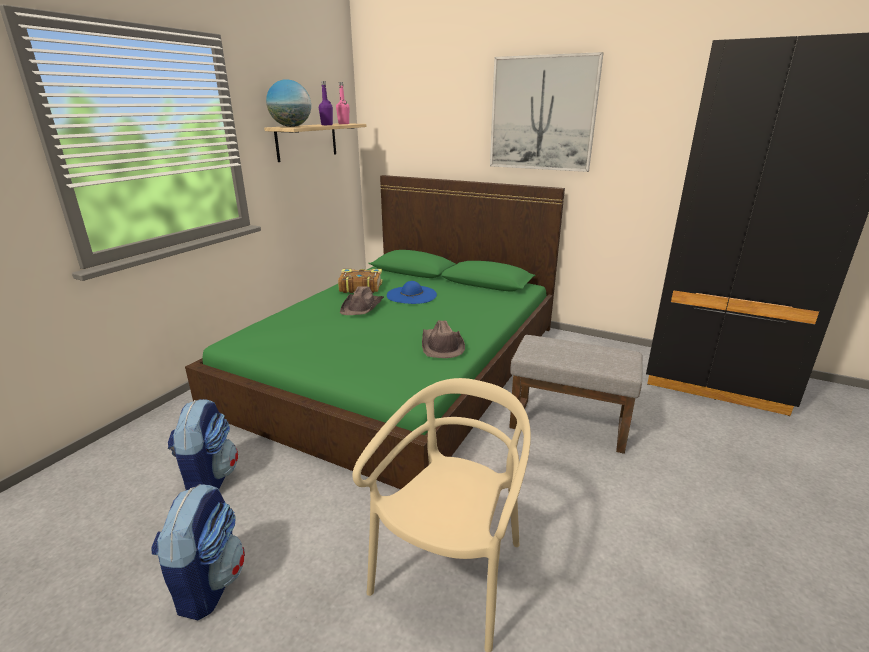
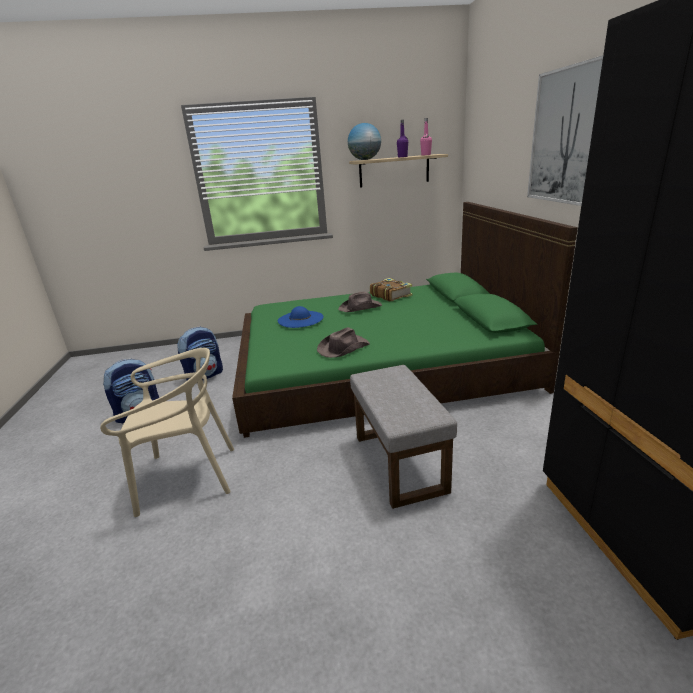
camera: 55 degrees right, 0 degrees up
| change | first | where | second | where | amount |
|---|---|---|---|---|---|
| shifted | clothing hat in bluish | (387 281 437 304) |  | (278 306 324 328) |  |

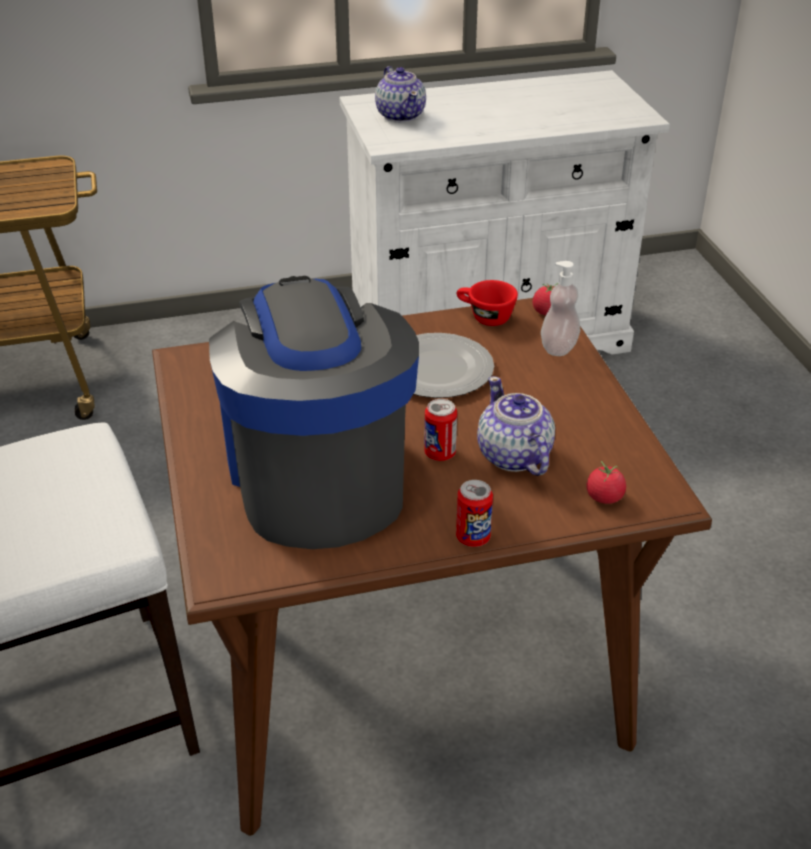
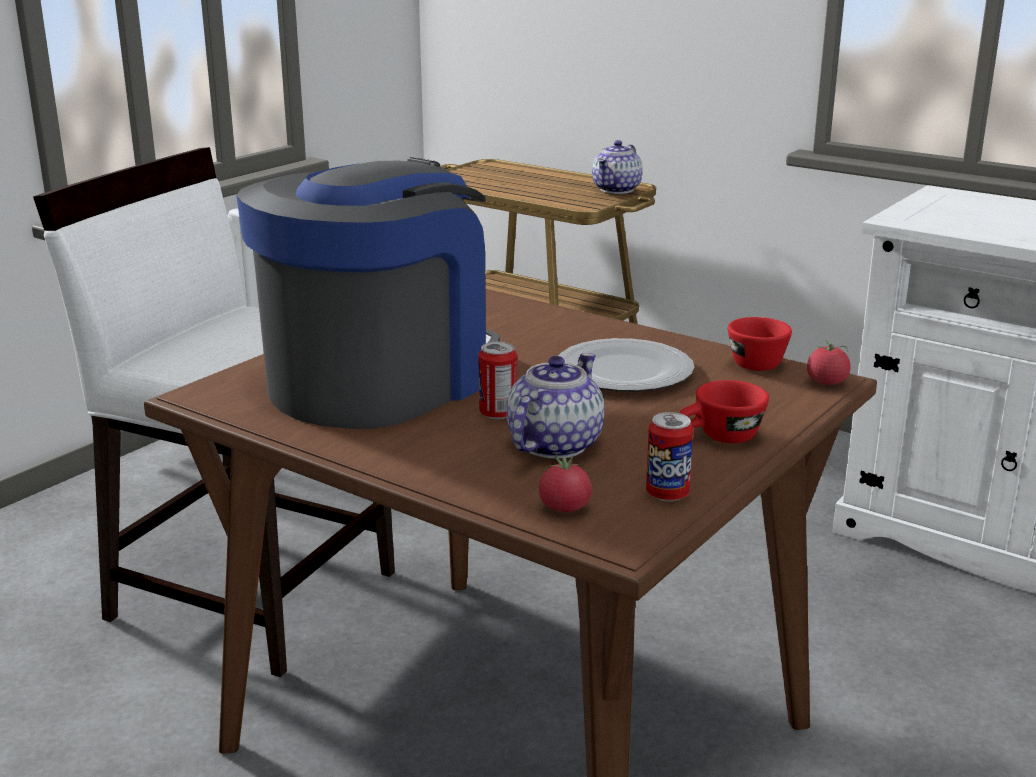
camera: 50 degrees right, 15 degrees down
| change | first | where | second | where | amount |
|---|---|---|---|---|---|
| shifted | teapot | (375 66 426 122) |  | (592 140 643 194) |  |
| shifted | metal can | (456 480 493 547) |  | (646 412 694 502) |  |
| new |  |  | cup in red-coloured | (679 380 769 443) |  |
| gone | liquid soap bottle | (541 261 580 356) |  |  |  |

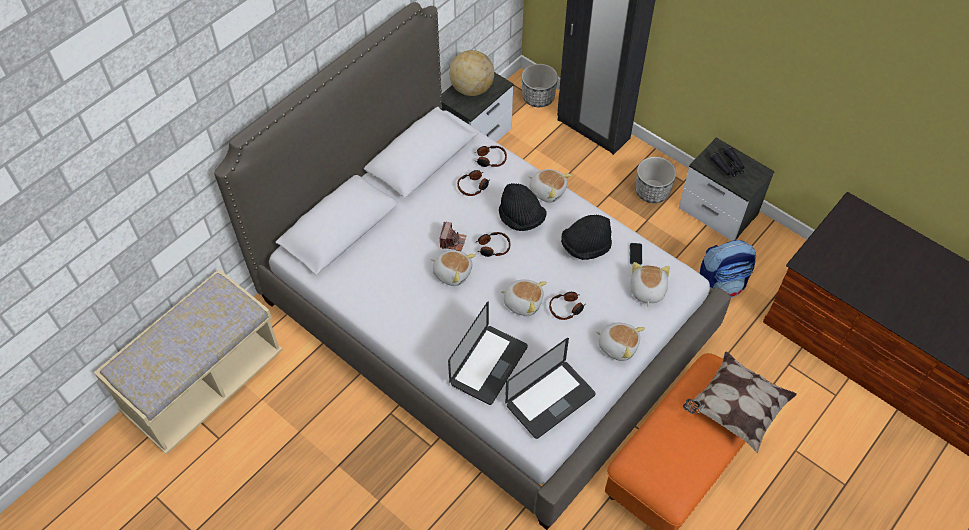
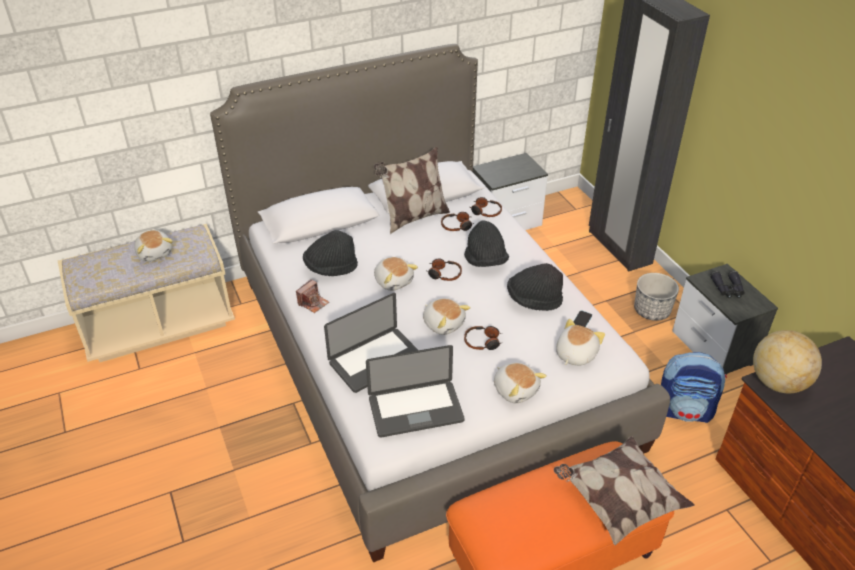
camera: 25 degrees right, 15 degrees down
| change | first | where | second | where | amount |
|---|---|---|---|---|---|
| shifted | cuddly toy | (528 169 572 203) |  | (134 230 173 262) |  |
| shifted | photo camera | (440 222 467 251) |  | (296 279 329 313) |  |
| new |  |  | clothing hat in black-coloured | (303 230 358 276) |  |
| new |  |  | pillow | (374 147 450 234) |  |
| shifted | desk globe | (449 50 494 96) |  | (753 330 822 393) |  |
| gone | planter | (522 64 558 107) |  |  |  |

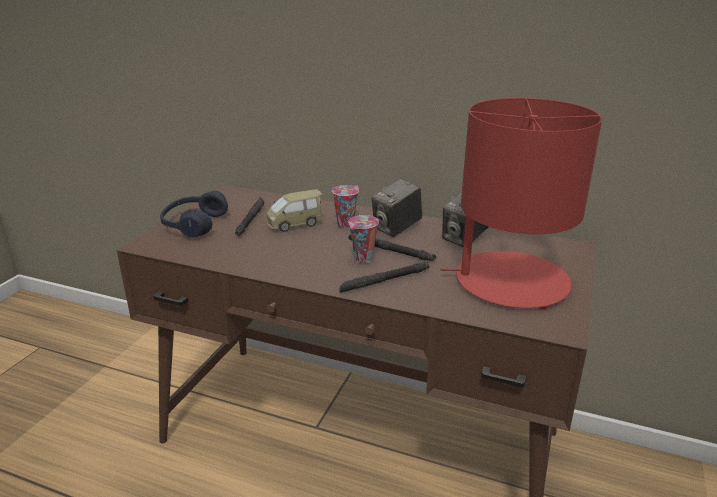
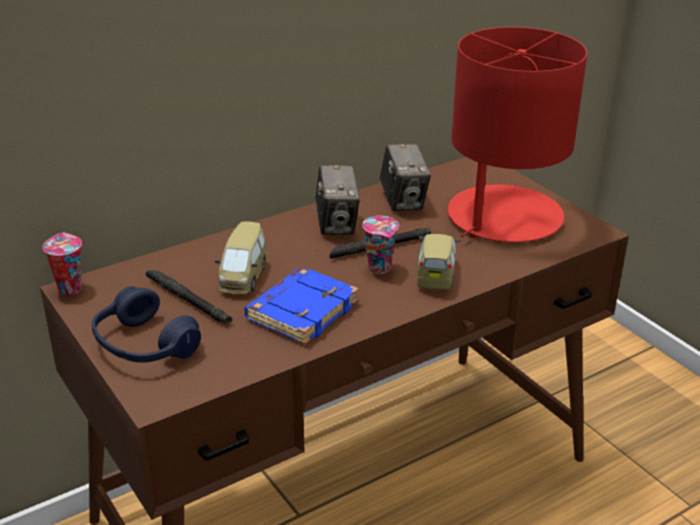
camera: 55 degrees left, 5 degrees up
| change | first | where | second | where | amount |
|---|---|---|---|---|---|
| shifted | cup | (332 185 359 228) |  | (43 233 82 295) |  |
| new |  |  | volume in bluish | (244 267 359 345) |  |
| swapped | flashlight in black-coloured | (339 262 429 293) | toy car | (417 234 460 289) |  |

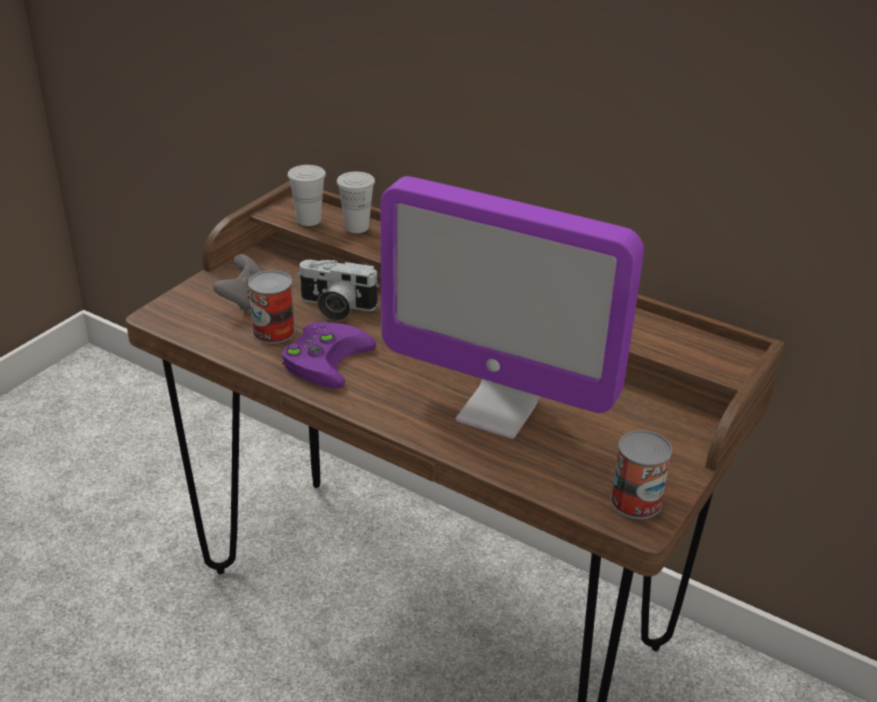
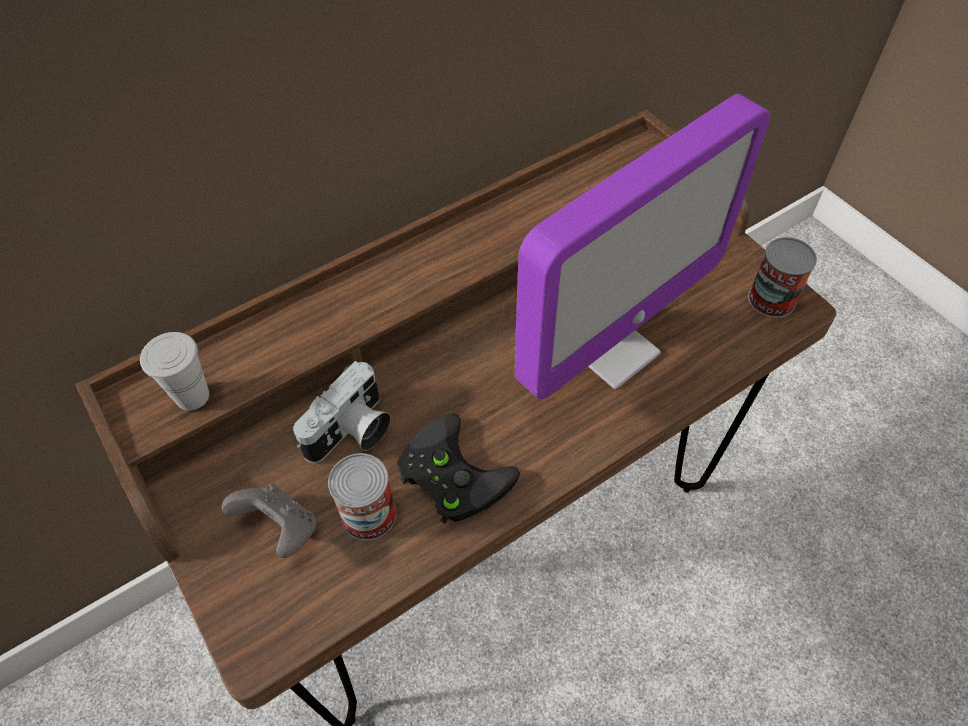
camera: 65 degrees left, 20 degrees up
| change | first | where | second | where | amount |
|---|---|---|---|---|---|
| repainted | joypad in purple-coloured | (282 322 376 389) | joypad in black-coloured | (397 413 520 524) |  |
| gone | cup in white-coloured | (337 172 375 233) |  |  |  |

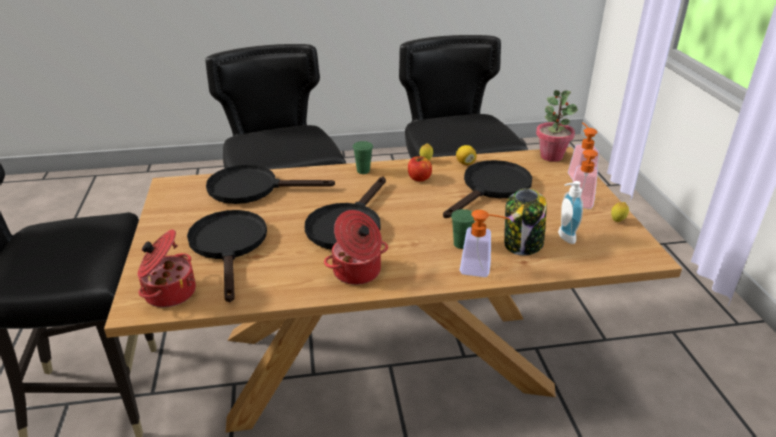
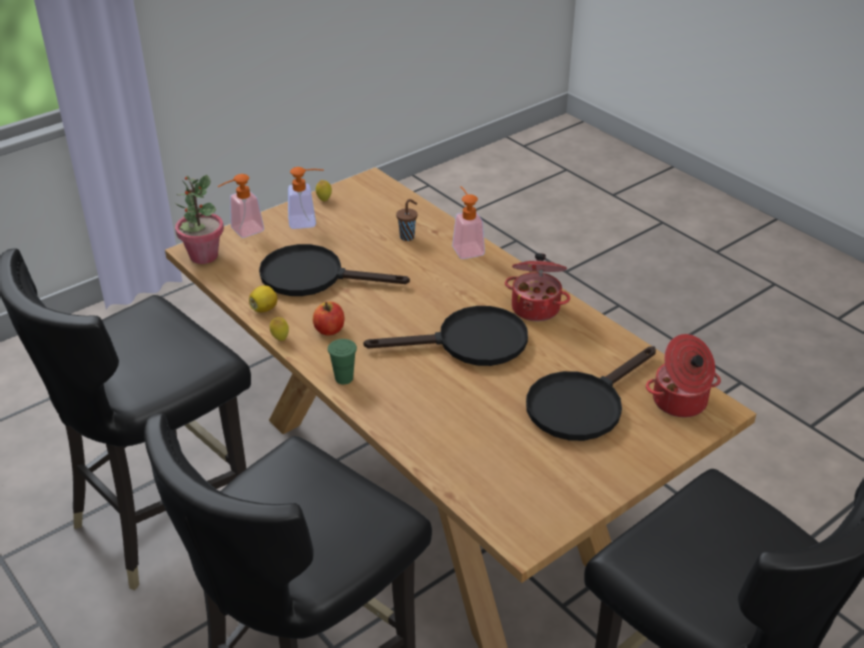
camera: 120 degrees left, 5 degrees up
| change | first | where | second | where | amount |
|---|---|---|---|---|---|
| swapped | storage jar | (504 188 547 256) | cup in brownish | (396 199 417 241) |  |
| gone | pan in black-coloured | (206 165 335 204) |  |  |  |
| gone | cup in greenish | (451 209 475 249) |  |  |  |
| gone | liquid soap bottle | (558 181 583 244) |  |  |  |

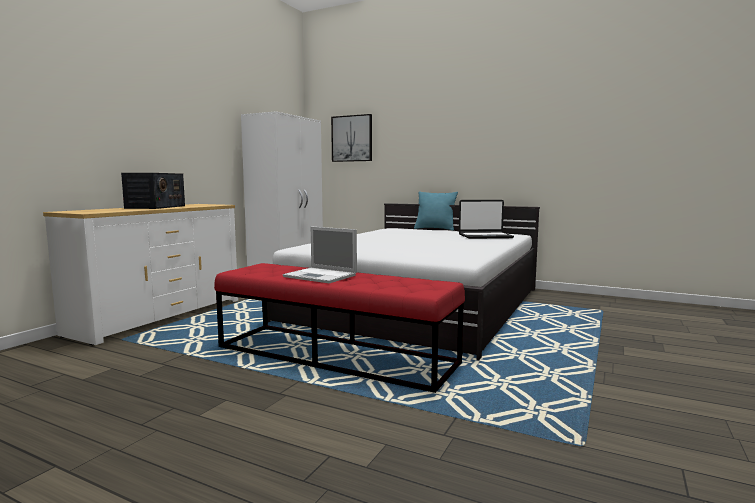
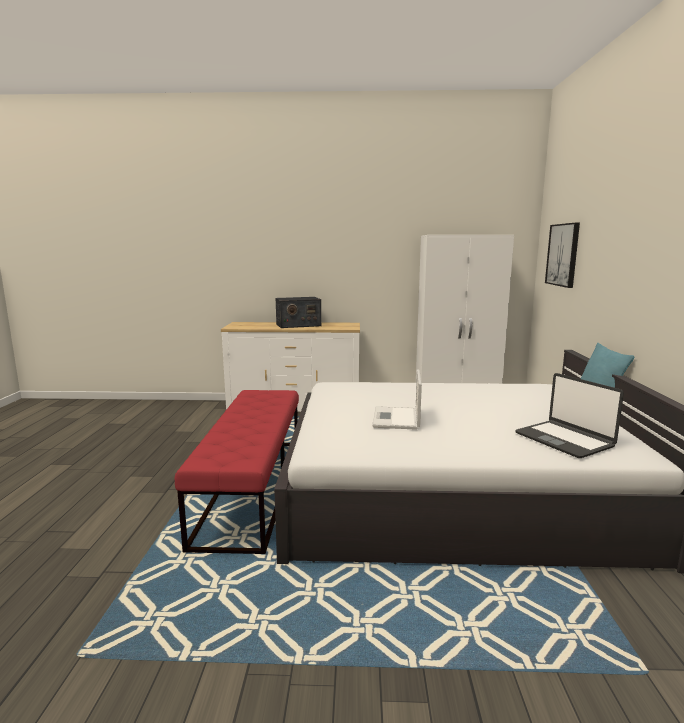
camera: 65 degrees right, 5 degrees up
| change | first | where | second | where | amount |
|---|---|---|---|---|---|
| shifted | portable computer | (283 227 357 283) |  | (372 369 422 430) |  |

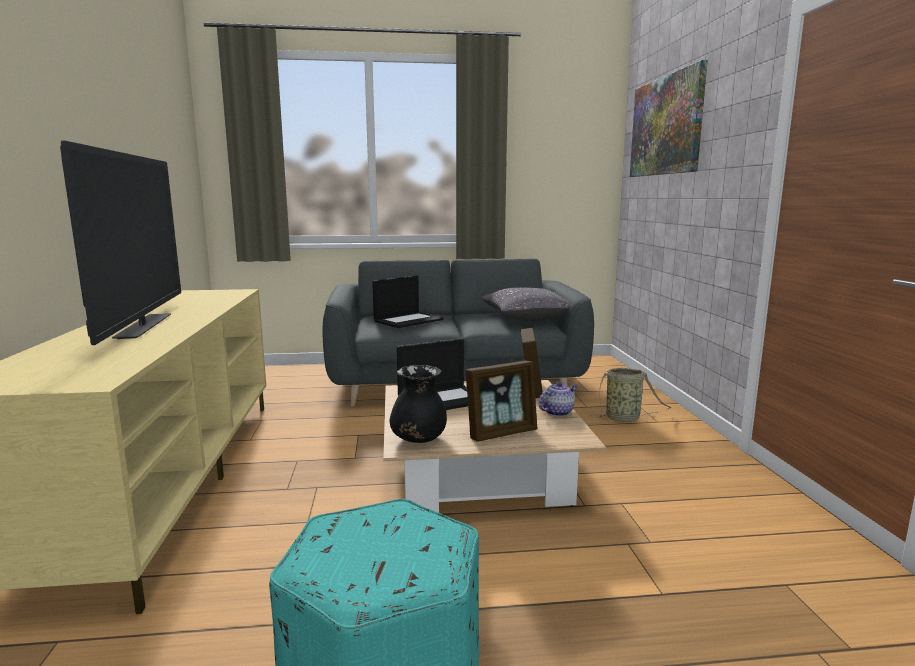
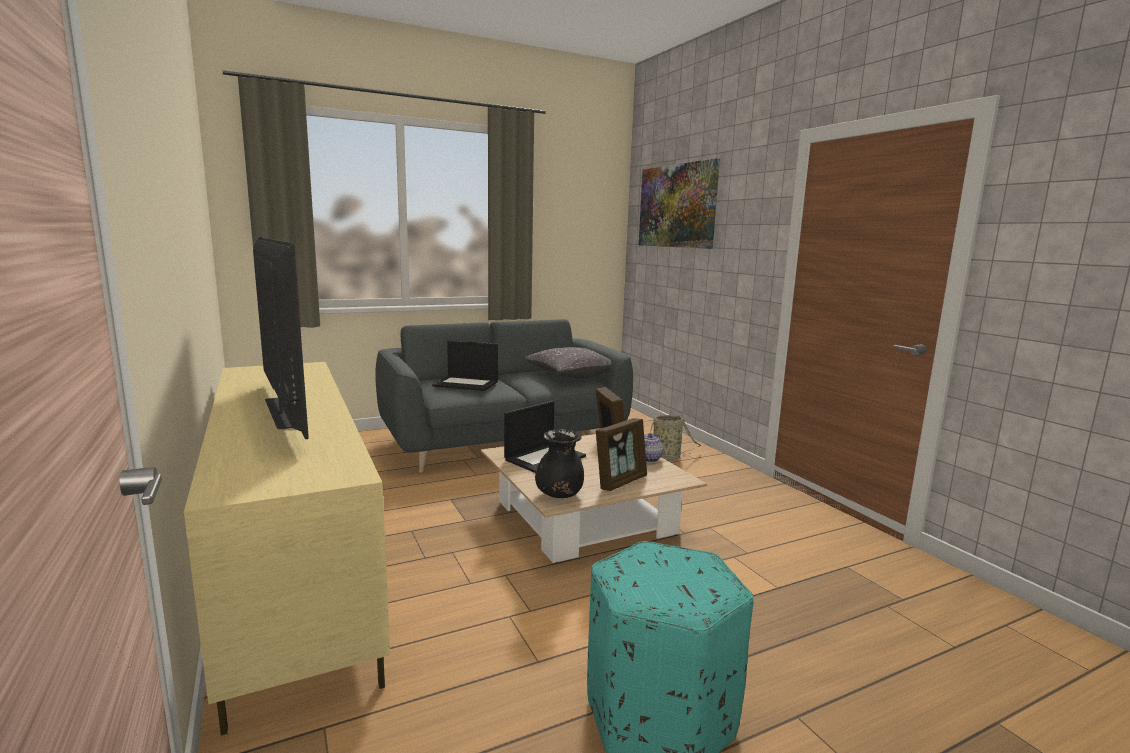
camera: 20 degrees left, 0 degrees up
| change | first | where | second | where | amount |
|---|---|---|---|---|---|
| rotated | portable computer | (372 276 443 328) |  | (432 340 498 391) | 75 degrees clockwise |

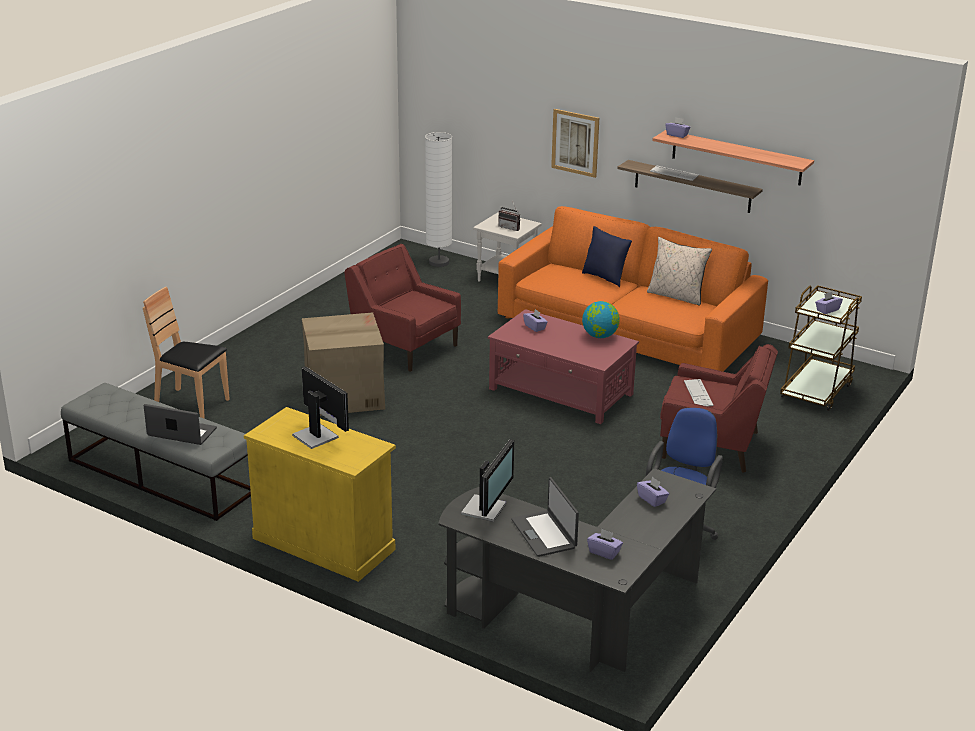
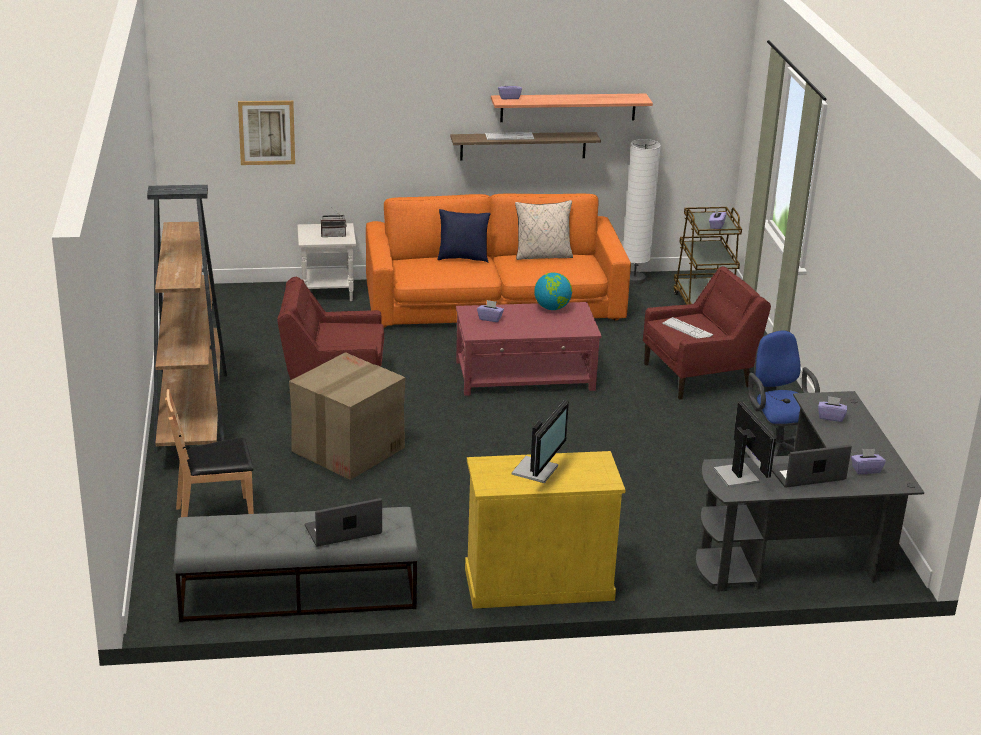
camera: 40 degrees left, 0 degrees up
| change | first | where | second | where | amount |
|---|---|---|---|---|---|
| new |  |  | shelving unit in brownish | (147 185 227 453) |  |
| shifted | wall art | (551 109 599 178) |  | (238 101 295 165) |  |
| rotated | monitor | (292 366 349 449) |  | (512 400 569 483) | 105 degrees clockwise |
| shifted | standard lamp in white-coloured | (425 132 452 267) |  | (623 139 661 284) |  |
| rotated | portable computer | (511 477 579 557) |  | (772 445 852 488) | 135 degrees clockwise |

